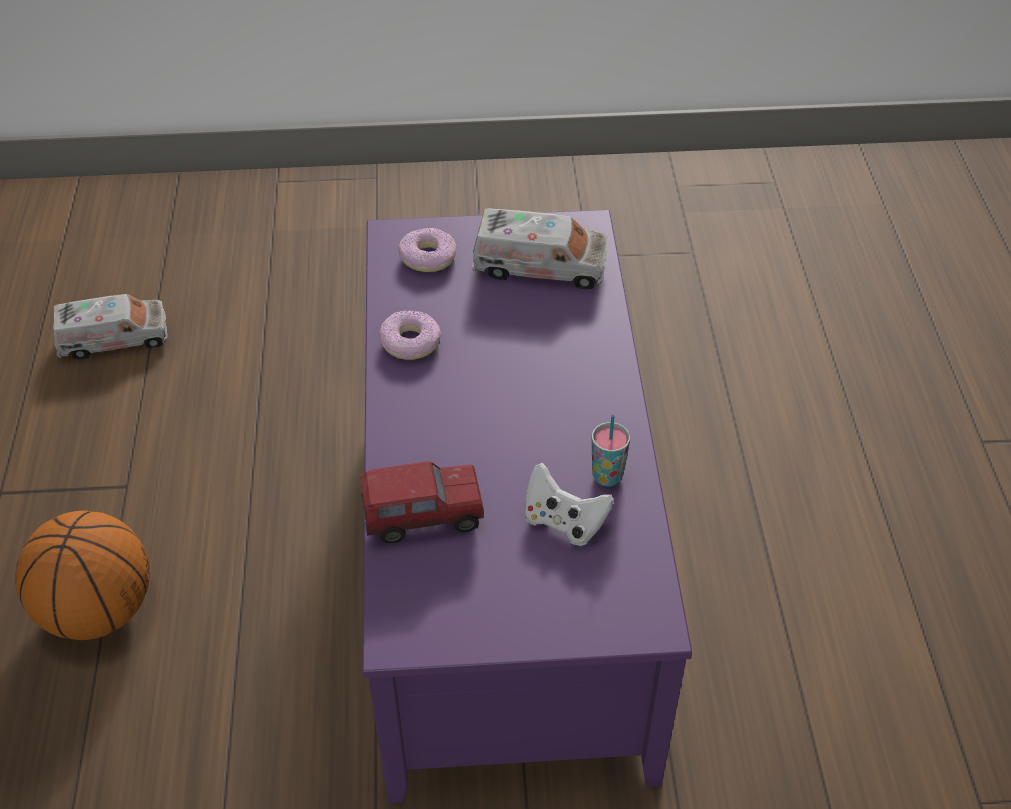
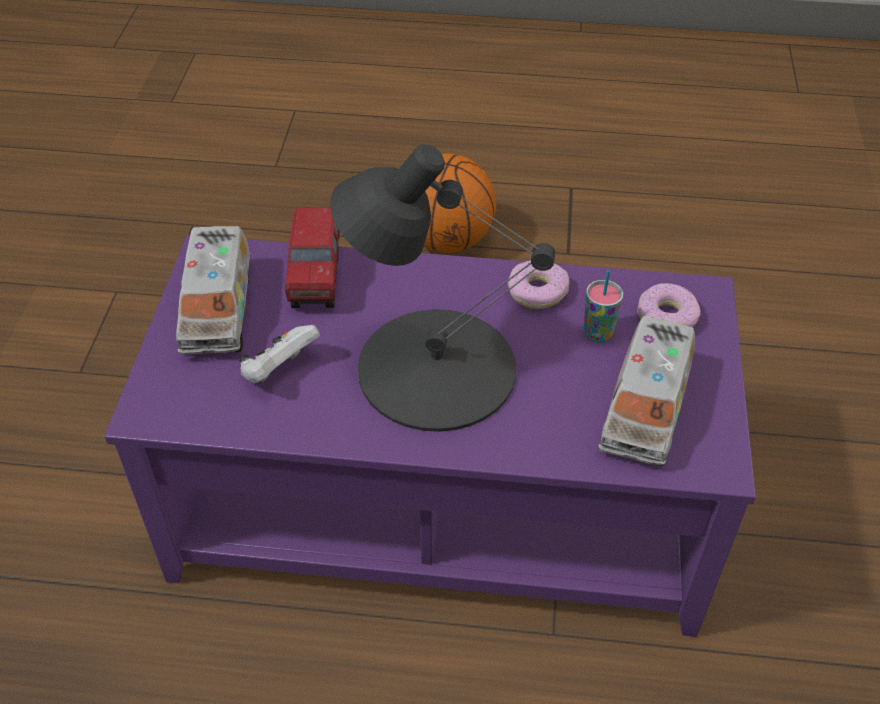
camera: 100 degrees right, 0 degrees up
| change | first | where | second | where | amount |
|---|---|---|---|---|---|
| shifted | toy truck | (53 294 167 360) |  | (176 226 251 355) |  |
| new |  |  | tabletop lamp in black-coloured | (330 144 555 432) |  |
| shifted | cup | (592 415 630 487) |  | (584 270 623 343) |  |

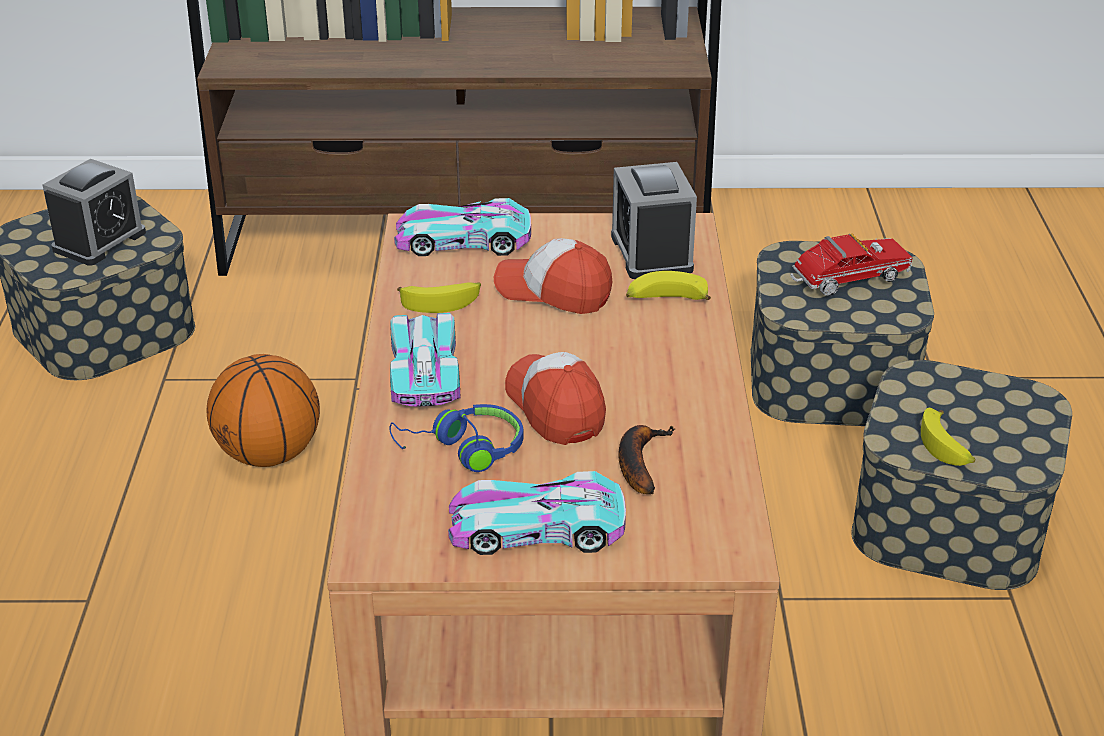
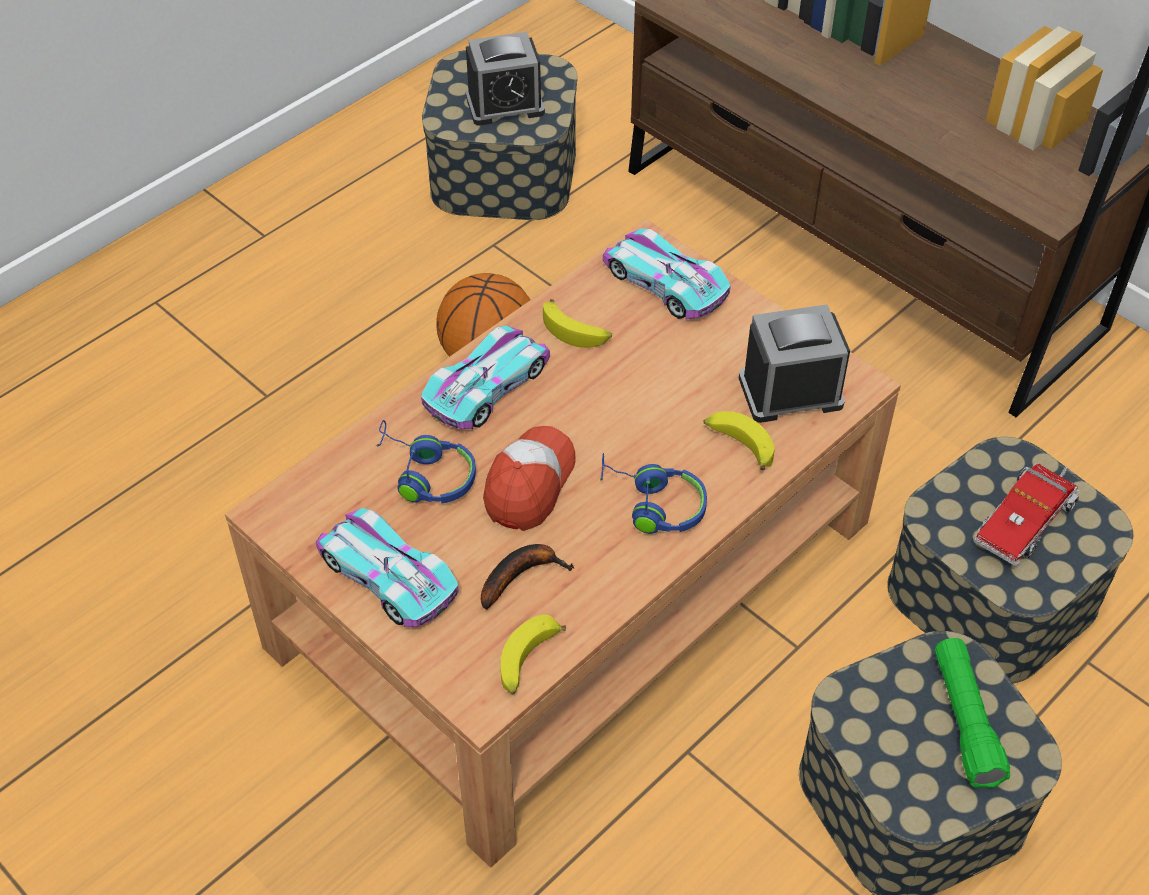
camera: 45 degrees right, 15 degrees up
| change | first | where | second | where | amount |
|---|---|---|---|---|---|
| shifted | whole banana | (921 408 975 466) |  | (500 614 566 694) |  |
| new |  |  | headphones in bluish | (600 453 707 534) |  |
| rotated | table clock | (611 162 697 279) |  | (739 304 850 423) | 45 degrees clockwise |
| new |  |  | flashlight in greenish | (935 638 1010 788) |  |
| rotated | toy truck | (790 233 913 296) |  | (974 463 1079 566) | 105 degrees clockwise |
| gone | cap | (494 238 613 314) |  |  |  |

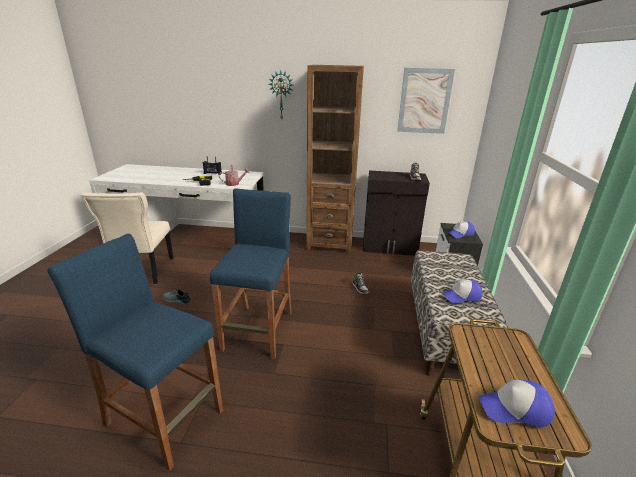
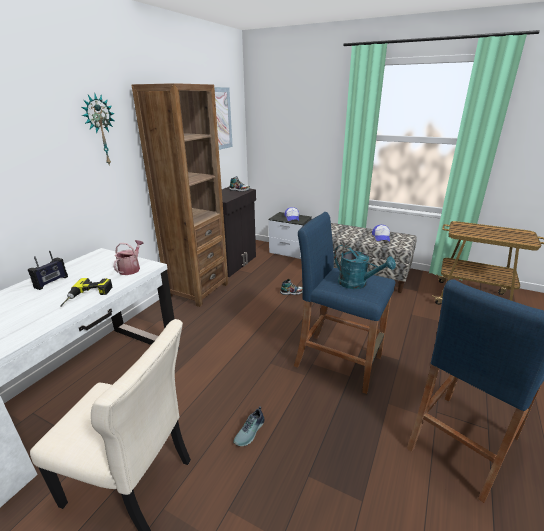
camera: 70 degrees left, 0 degrees up
| change | first | where | second | where | amount |
|---|---|---|---|---|---|
| new |  |  | watering pot in turquoise | (334 245 396 289) |  |
| gone | cap | (478 379 555 427) |  |  |  |

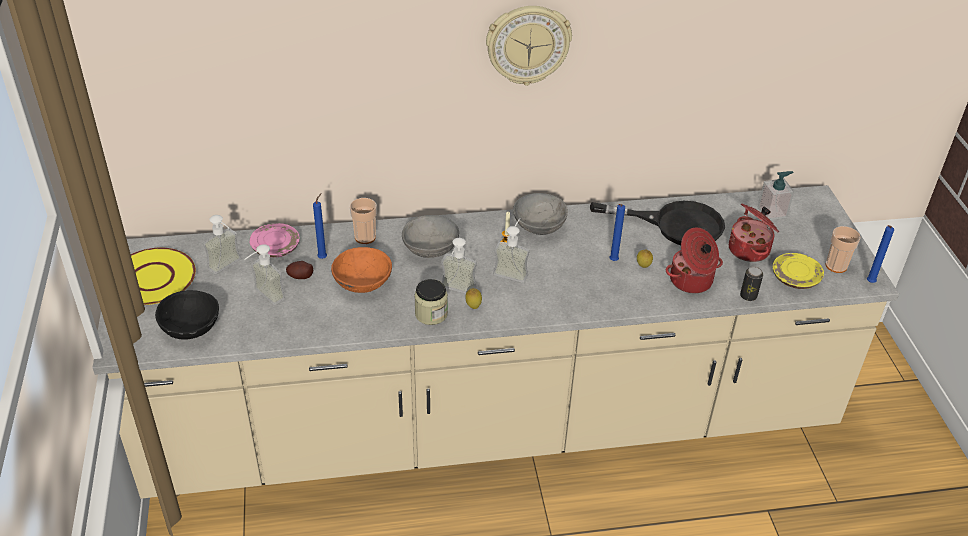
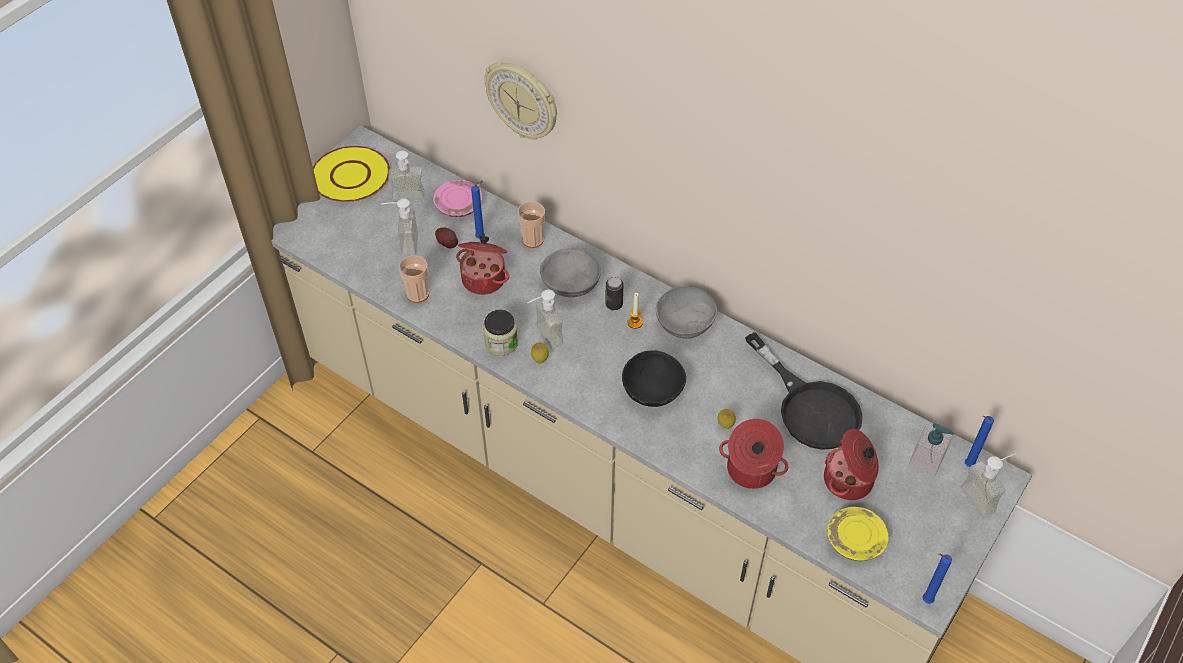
camera: 45 degrees right, 10 degrees up
| change | first | where | second | where | amount |
|---|---|---|---|---|---|
| shifted | cup | (826 226 861 273) |  | (399 255 429 303) |  |
| swapped | bowl in orangey | (331 247 392 293) | stockpot | (456 236 509 295) |  |
| shifted | clock on the wall | (486 6 572 86) |  | (484 62 557 140) |  |
| shifted | metal can | (740 267 763 301) |  | (605 277 623 310) |  |
| shifted | bowl in black-coloured | (155 290 219 340) |  | (622 350 686 407) |  |
| shifted | liquid soap bottle | (493 218 530 283) |  | (961 453 1016 517) |  |
| shifted | wax light in bluish | (609 204 625 261) |  | (965 416 994 467) |  |

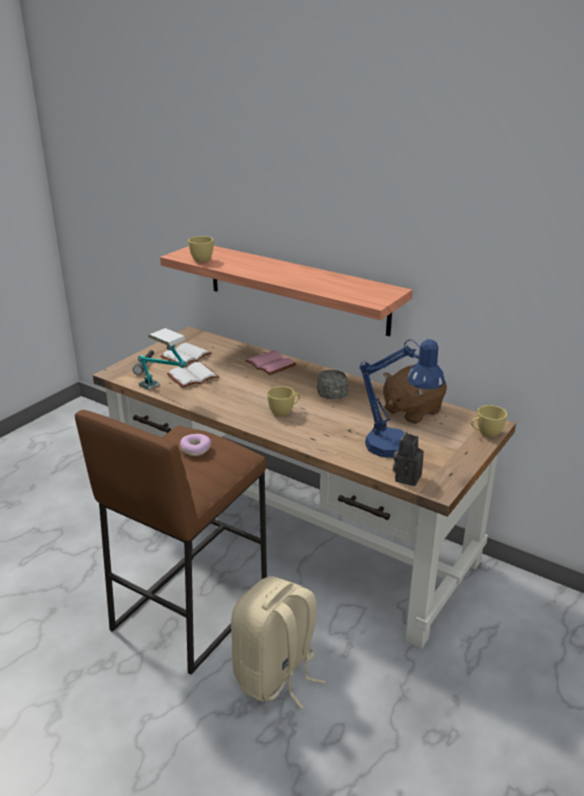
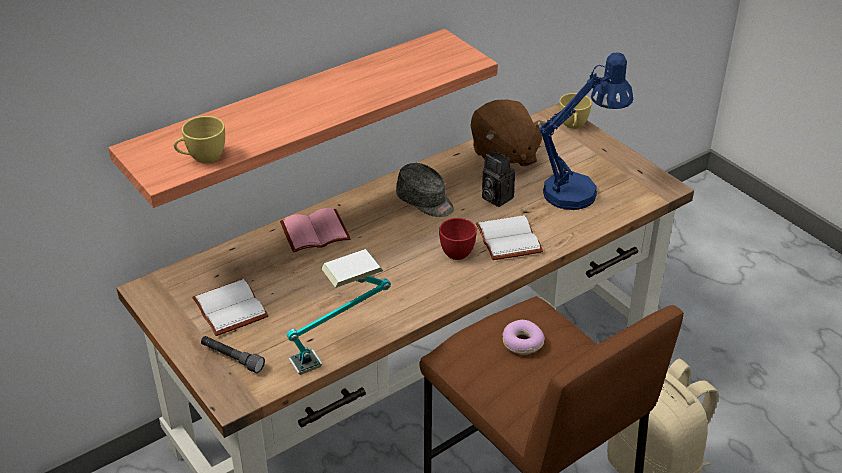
camera: 70 degrees left, 10 degrees up
| change | first | where | second | where | amount |
|---|---|---|---|---|---|
| rotated | cap in greyish | (316 370 348 399) |  | (396 163 454 217) | 150 degrees counterclockwise |
| repainted | cup in yellow | (267 386 300 417) | cup in red-coloured | (439 218 477 260) |  |
| shifted | volume in white-coloured | (167 362 219 388) |  | (476 215 543 260) |  |
| shifted | photo camera | (393 432 424 486) |  | (482 151 515 207) |  |

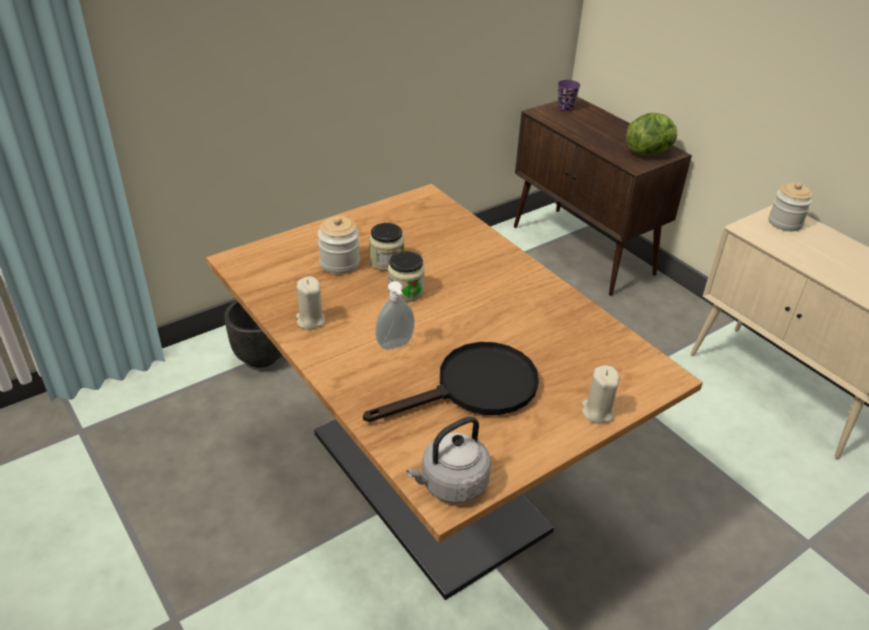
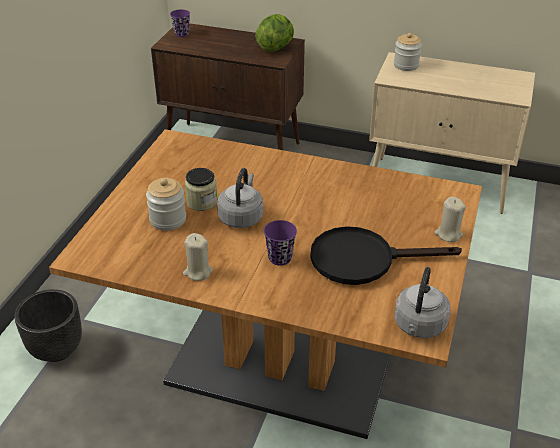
camera: 35 degrees left, 0 degrees up
| change | first | where | second | where | amount |
|---|---|---|---|---|---|
| swapped | storage jar | (388 251 425 302) | water kettle in greyish | (217 168 263 228) |  |
| swapped | liquid soap bottle | (375 281 415 349) | cup in purple-coloured | (264 220 297 266) |  |
| rotated | pan in black-coloured | (363 342 539 422) |  | (310 226 462 285) | 120 degrees counterclockwise |

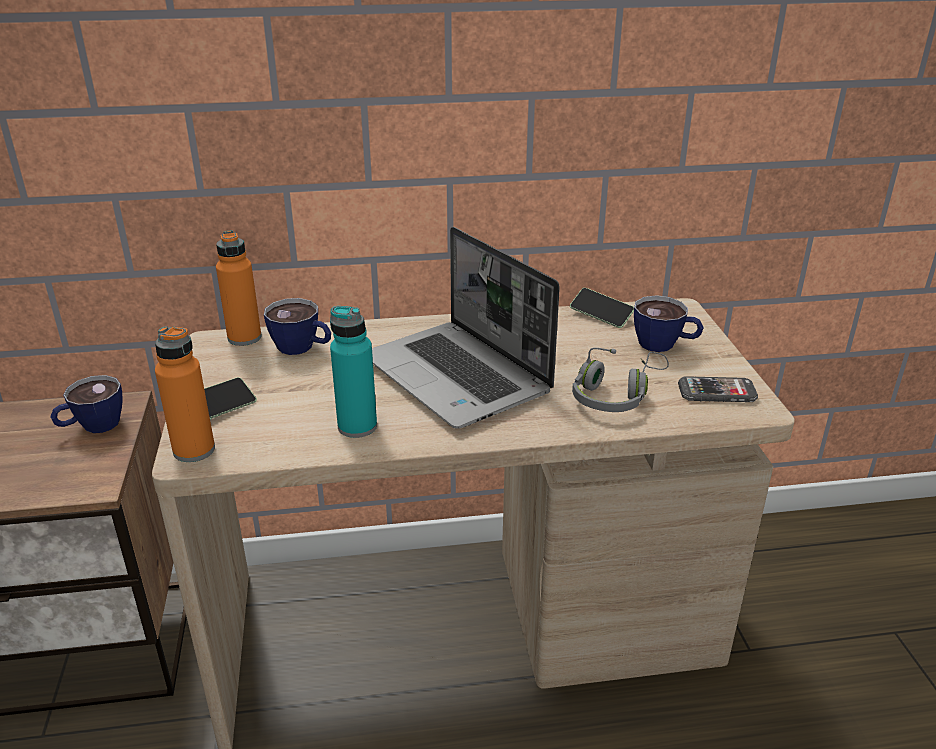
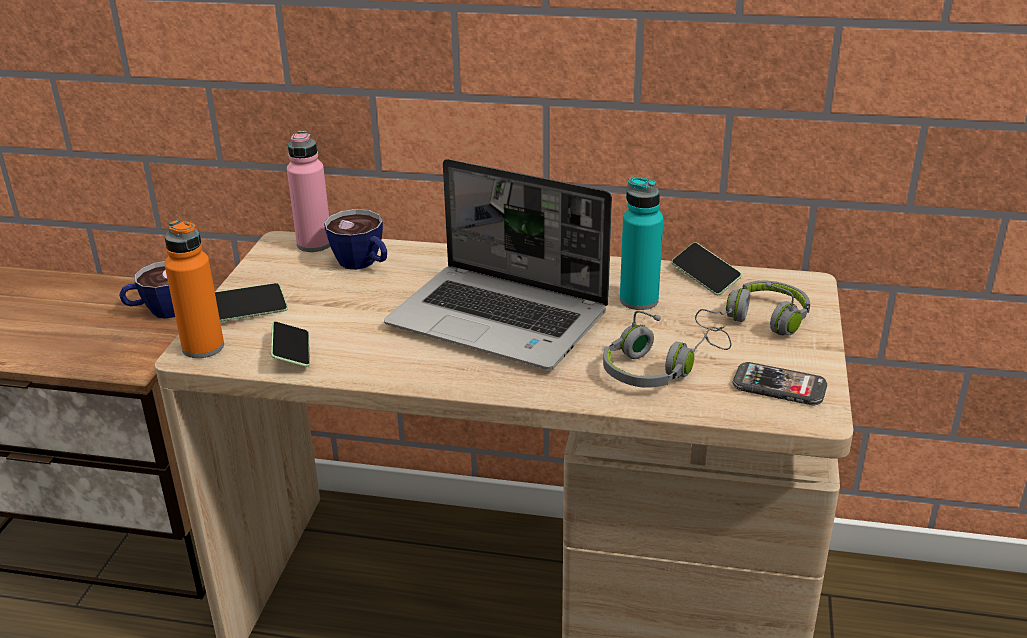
camera: 20 degrees right, 0 degrees up
| change | first | where | second | where | amount |
|---|---|---|---|---|---|
| new |  |  | phone | (271 321 310 367) |  |
| repainted | bottle in orangey | (216 231 262 346) | bottle in pink-coloured | (287 131 330 252) |  |
| rotated | portable computer | (372 227 560 429) |  | (384 159 612 369) | 45 degrees counterclockwise |
| shifted | bottle in turquoise | (330 306 377 438) |  | (620 177 664 310) |  |
| swapped | cup | (634 295 704 352) | headphones in greyish | (695 280 810 335) |  |

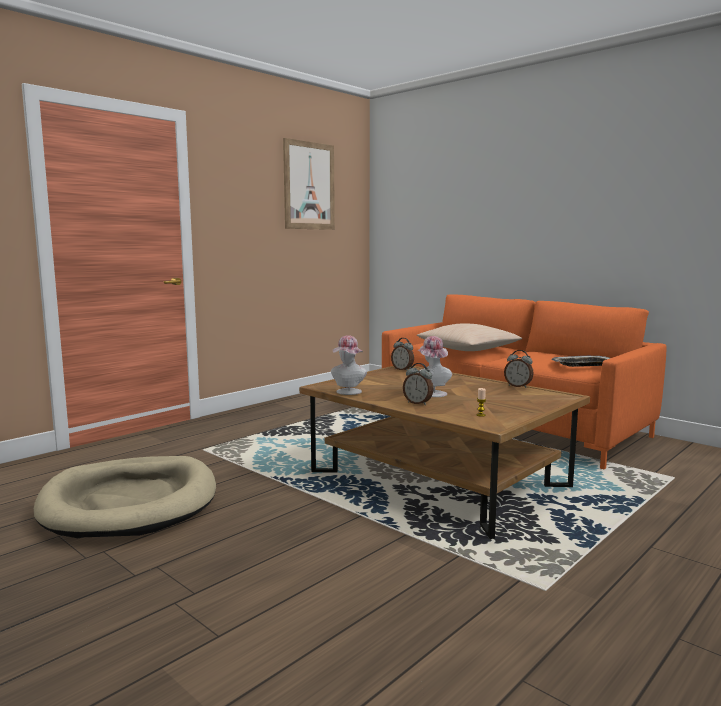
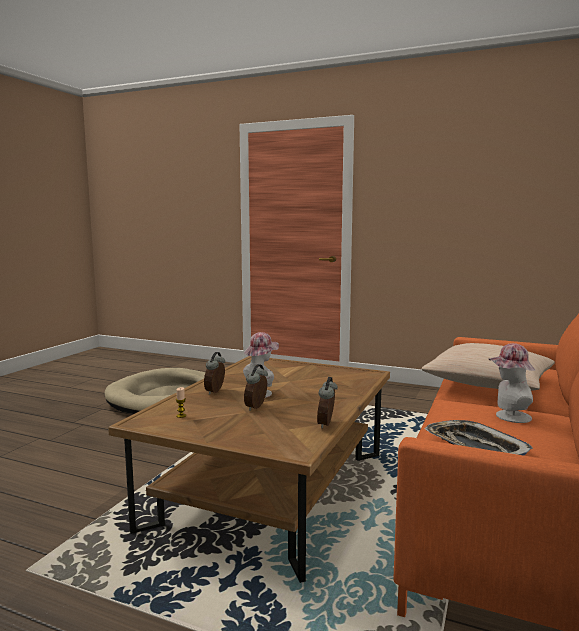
camera: 70 degrees right, 0 degrees up
| change | first | where | second | where | amount |
|---|---|---|---|---|---|
| shifted | table clock | (391 338 414 370) |  | (244 364 268 411) |  |
| shifted | clothing hat | (331 335 367 395) |  | (489 343 535 423) |  |
| gone | wall art | (283 138 335 230) |  |  |  |

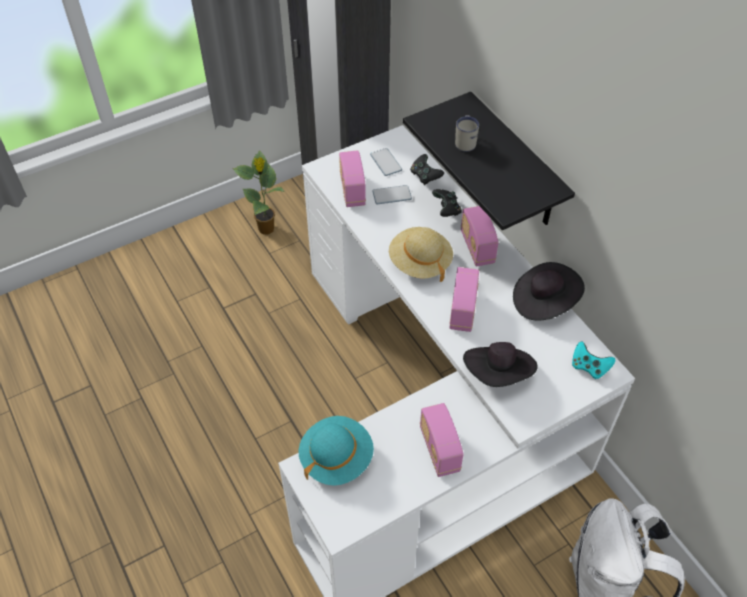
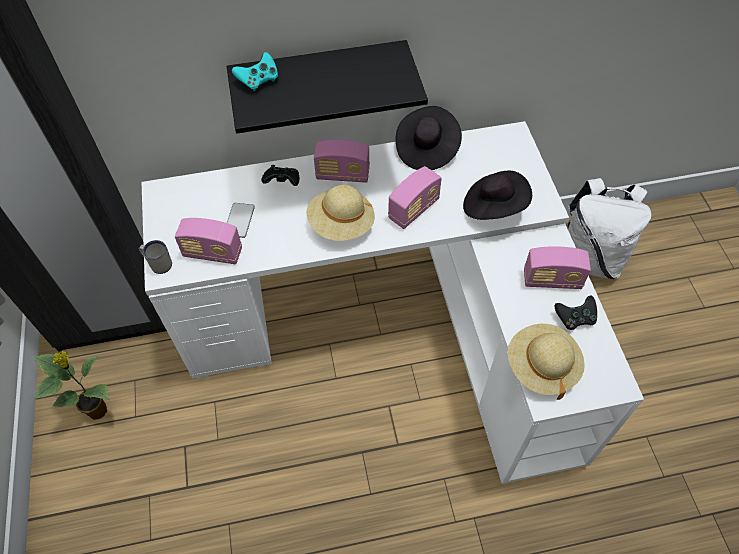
camera: 70 degrees left, 5 degrees up
| change | first | where | second | where | amount |
|---|---|---|---|---|---|
| shifted | coffee mug in white-coloured | (455 115 479 152) |  | (138 240 172 274) |  |
| shifted | joypad in turquoise | (572 341 615 379) |  | (232 52 278 91) |  |
| rotated | radio set | (449 267 479 332) |  | (388 166 442 229) | 105 degrees clockwise |
| repainted | clothing hat in turquoise | (298 416 374 486) | clothing hat in beige-coloured | (508 324 585 400) |  |
| shifted | joypad in black-coloured | (410 154 444 185) |  | (555 295 597 330) |  |
| gone | phone | (370 148 402 176) |  |  |  |

